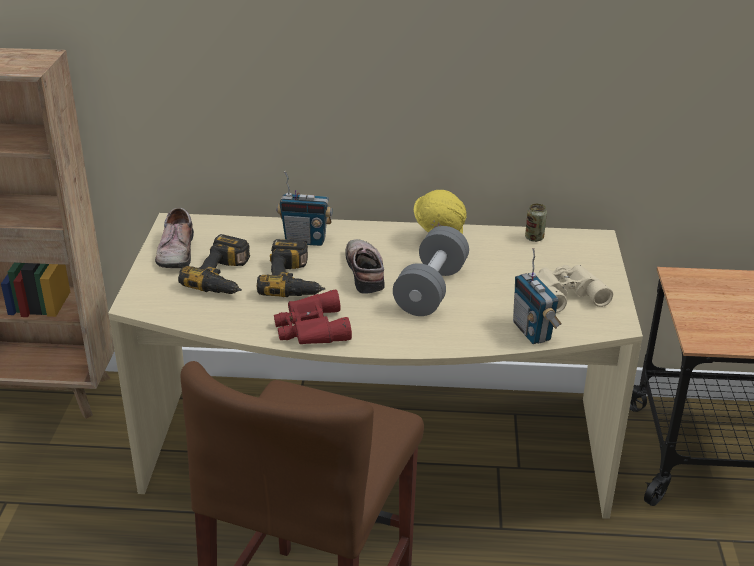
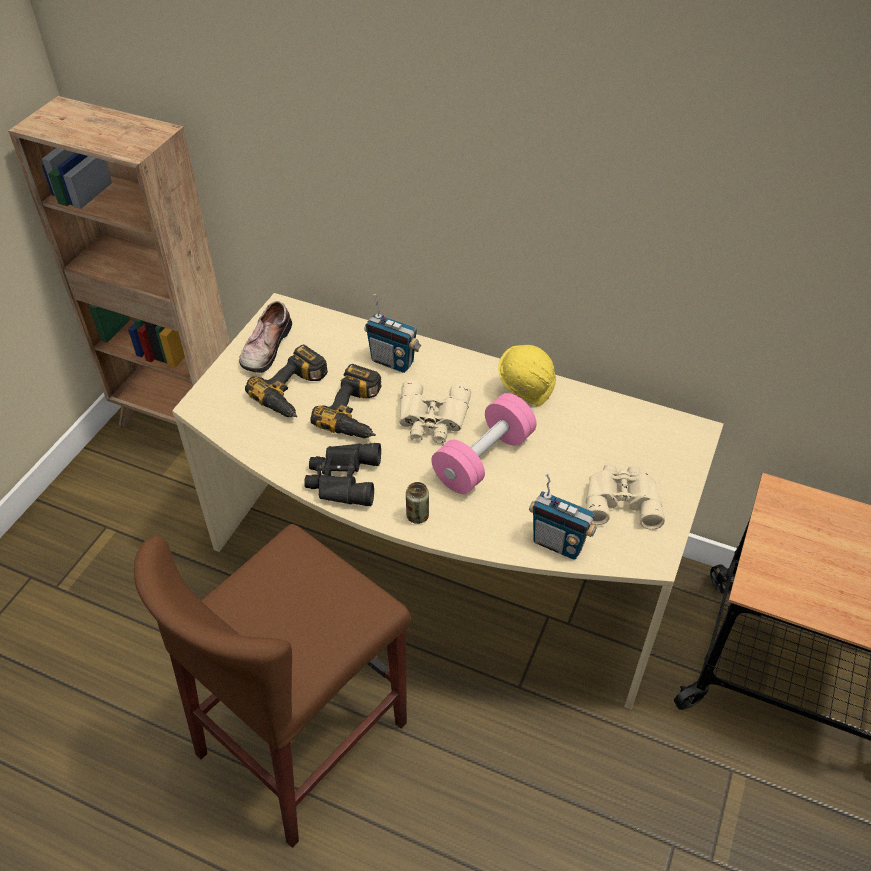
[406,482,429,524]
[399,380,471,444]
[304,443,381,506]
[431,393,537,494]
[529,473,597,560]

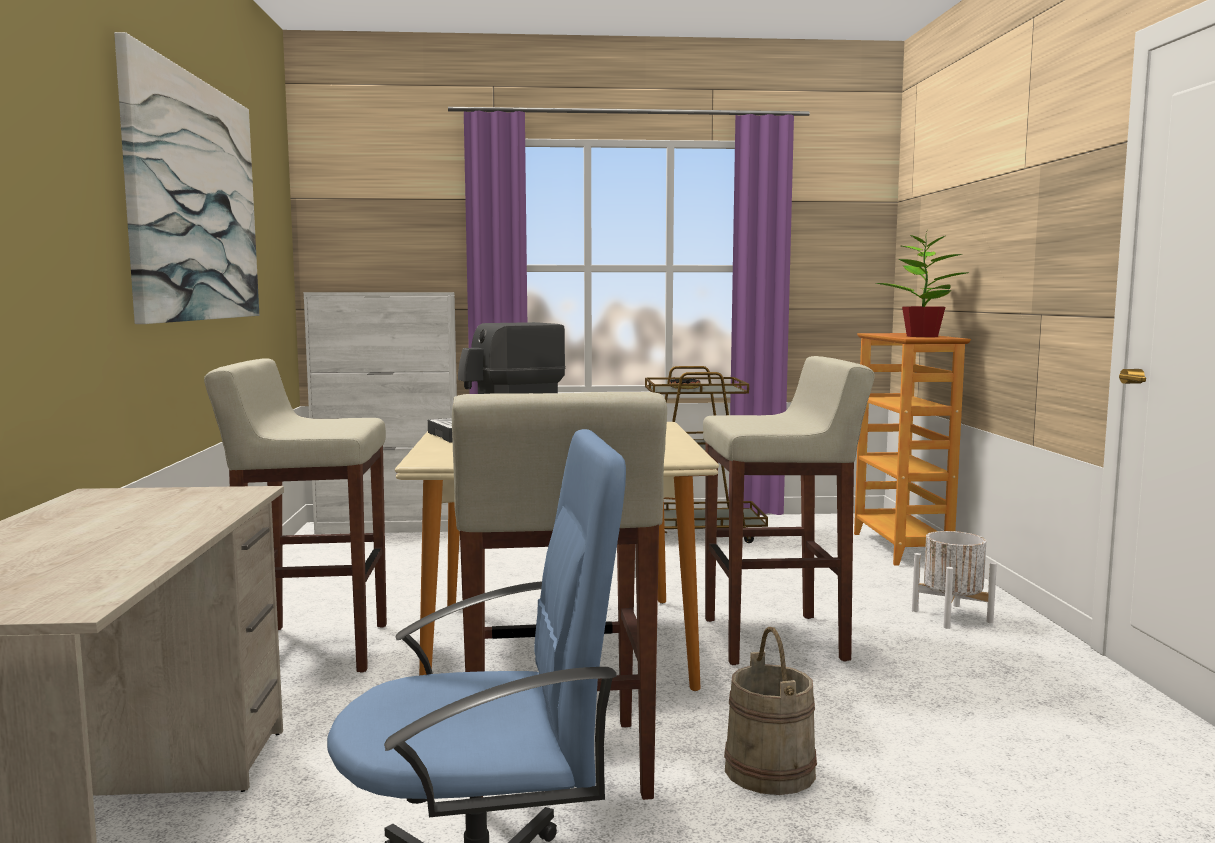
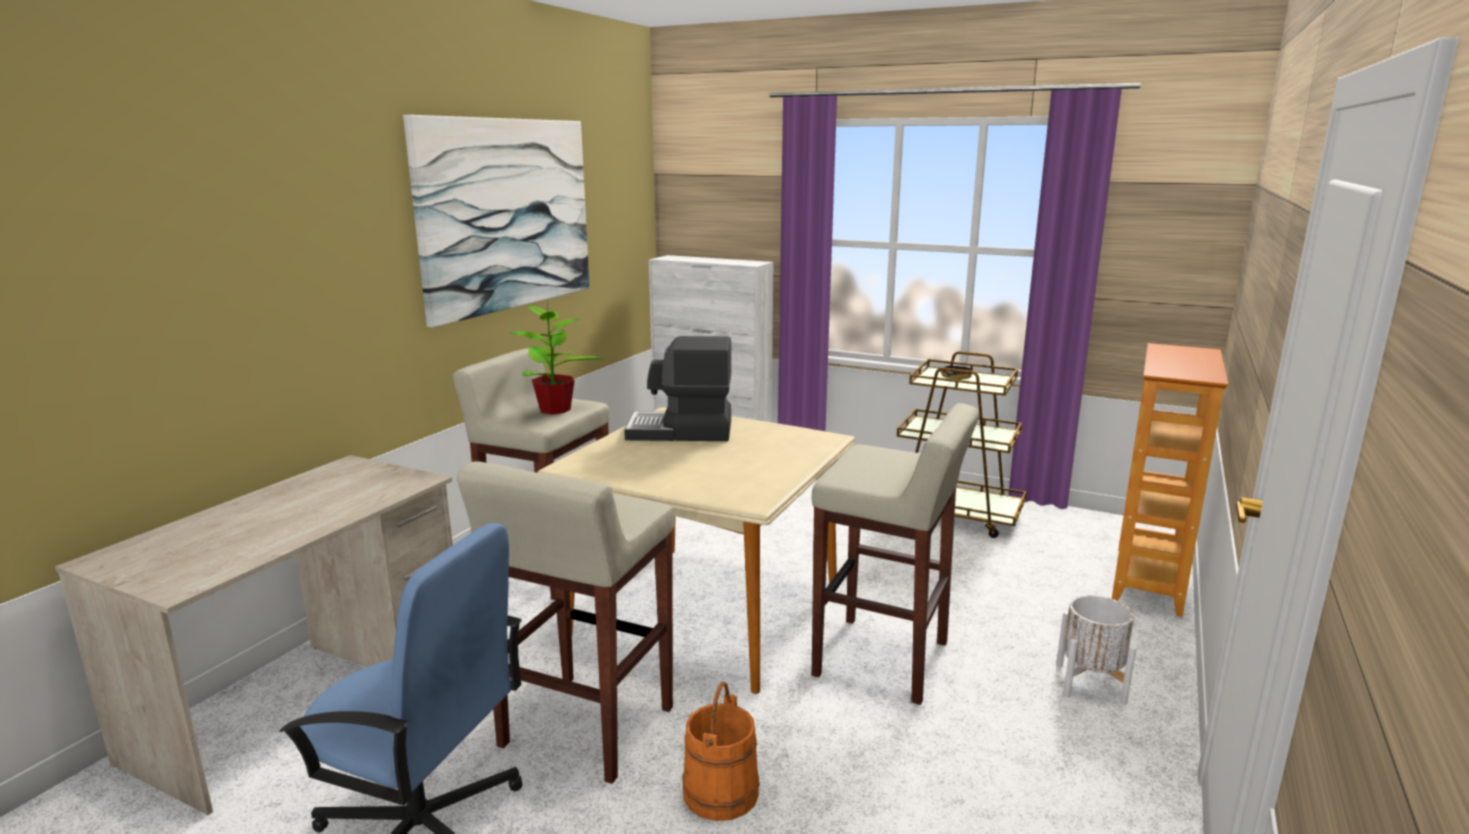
[509,302,604,414]
[682,682,760,821]

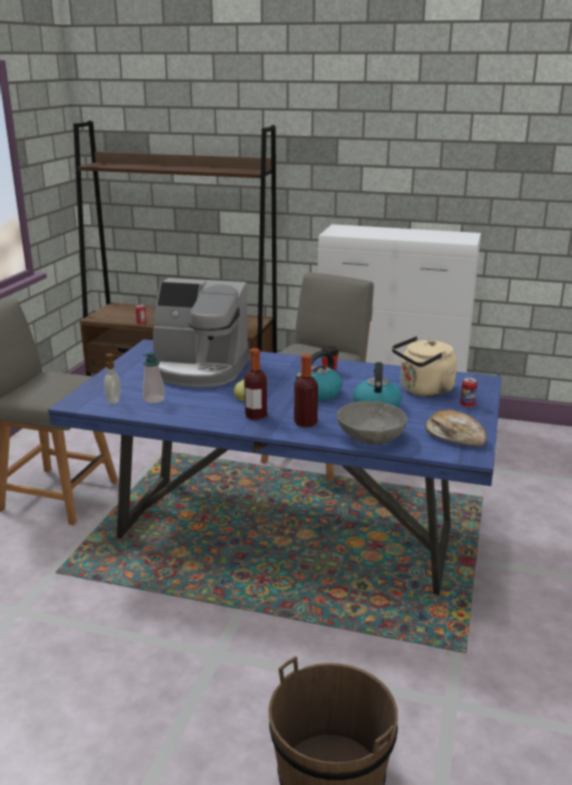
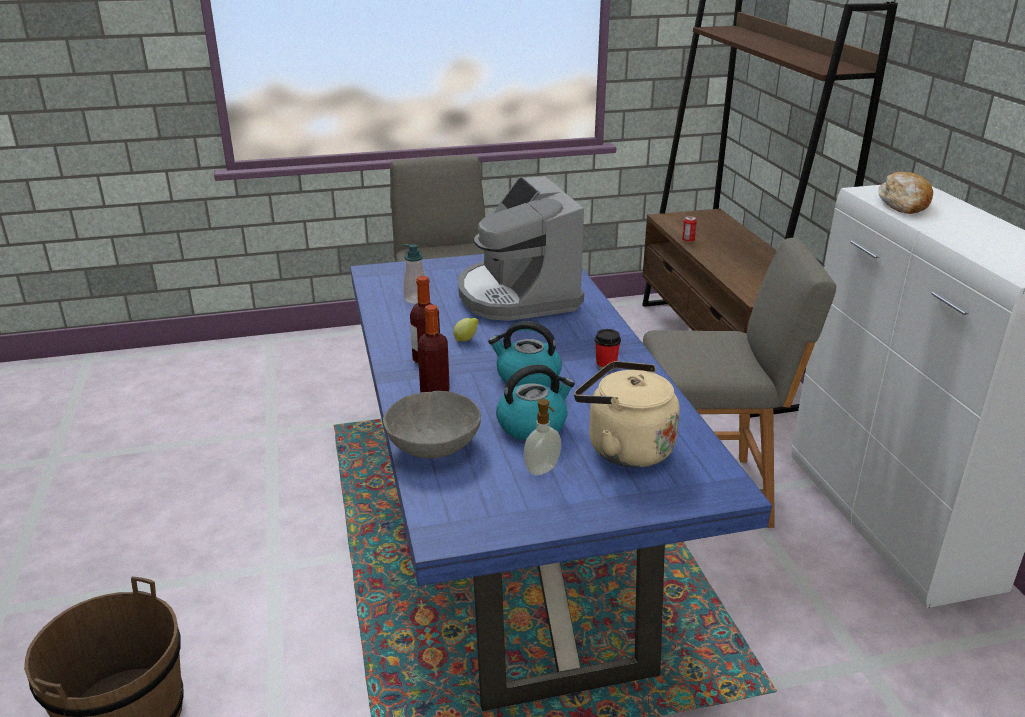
[460,378,477,407] (first image)
[524,399,561,475]
[878,172,933,214]

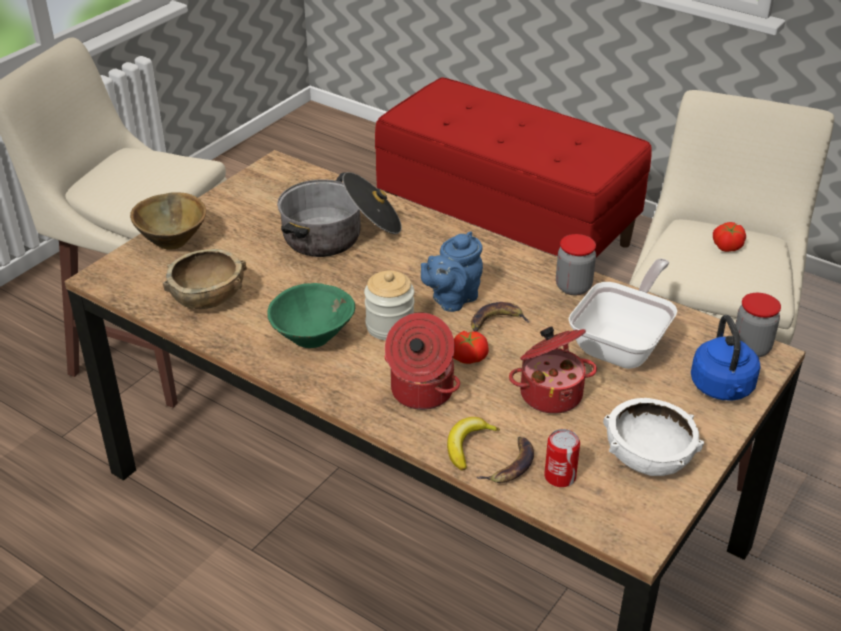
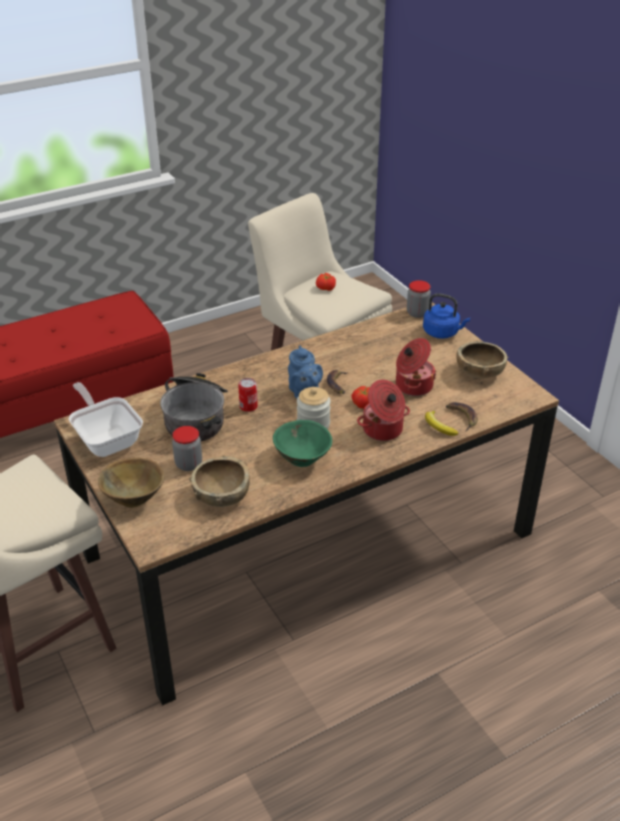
[238,378,258,412]
[172,426,202,471]
[69,382,143,457]
[457,341,508,379]

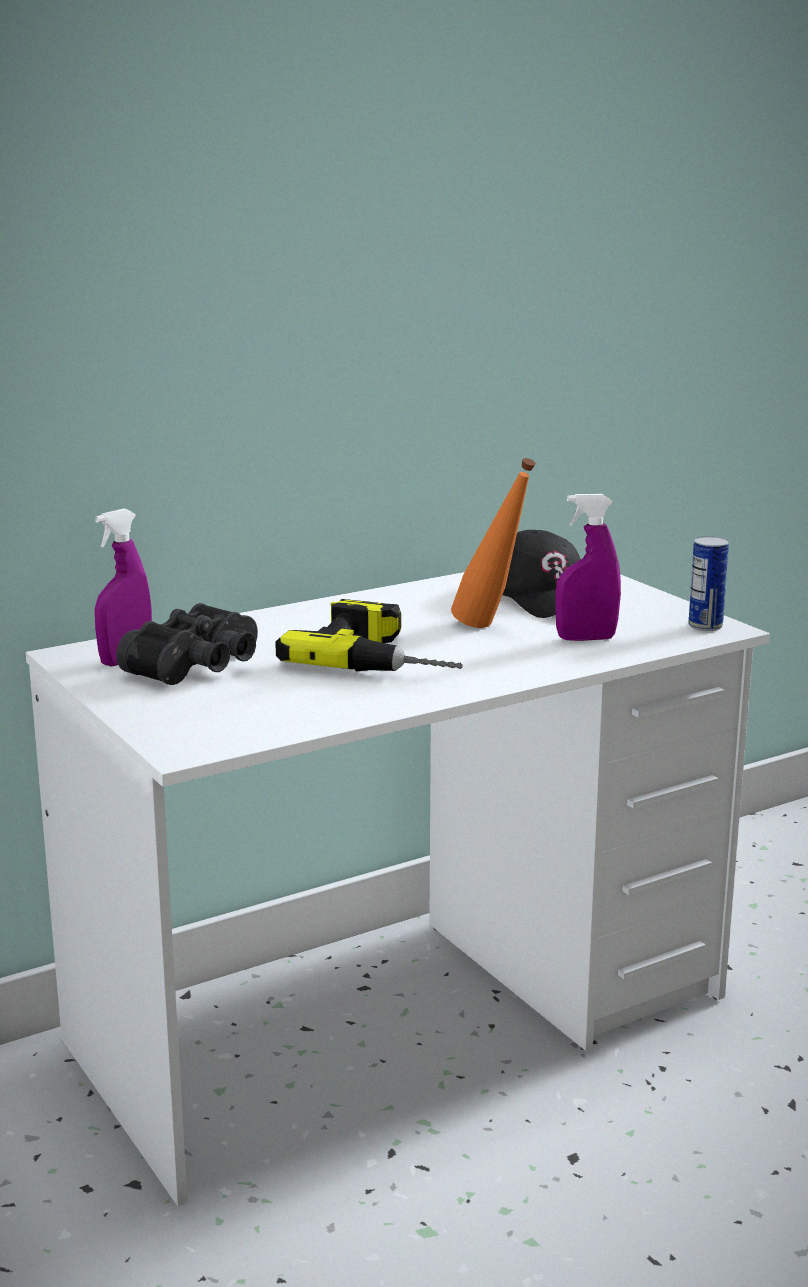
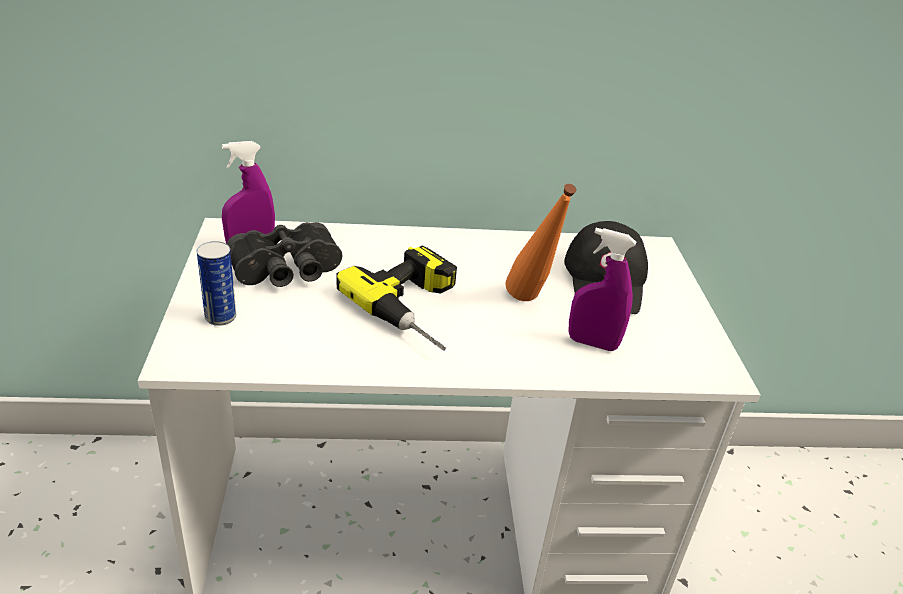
[197,241,236,326]

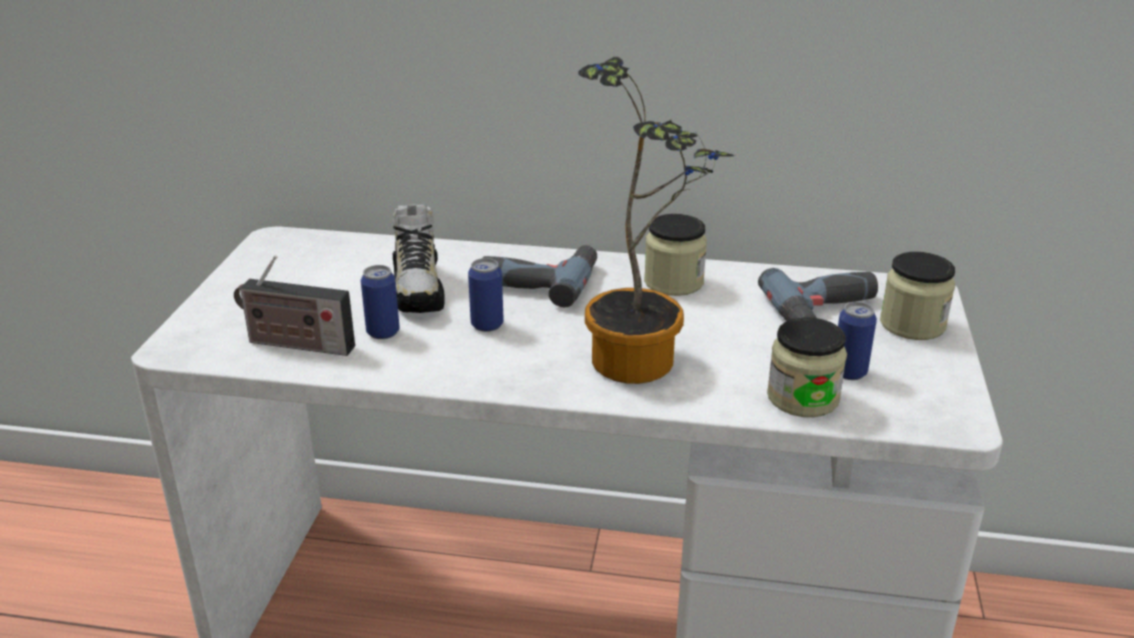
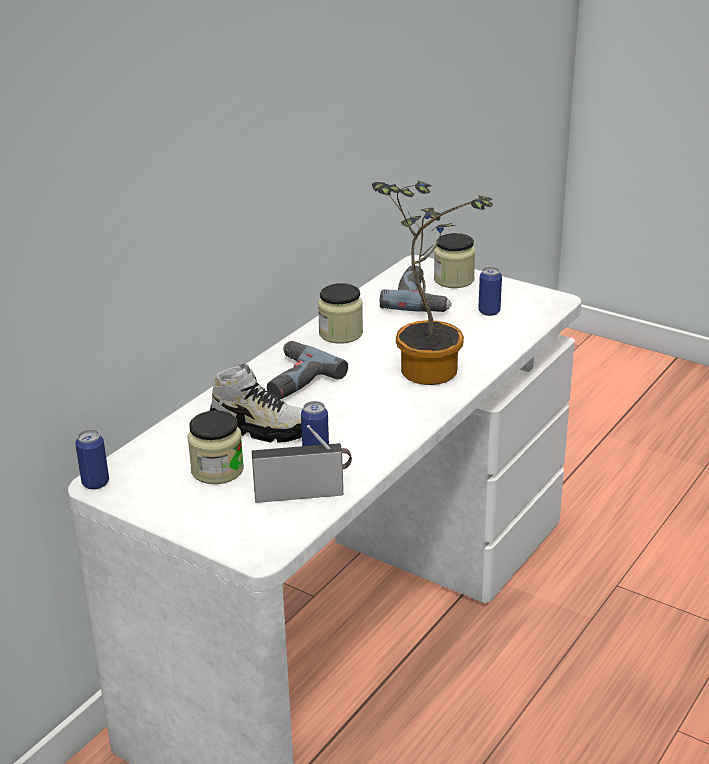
[75,429,109,490]
[187,410,244,484]
[252,425,352,503]

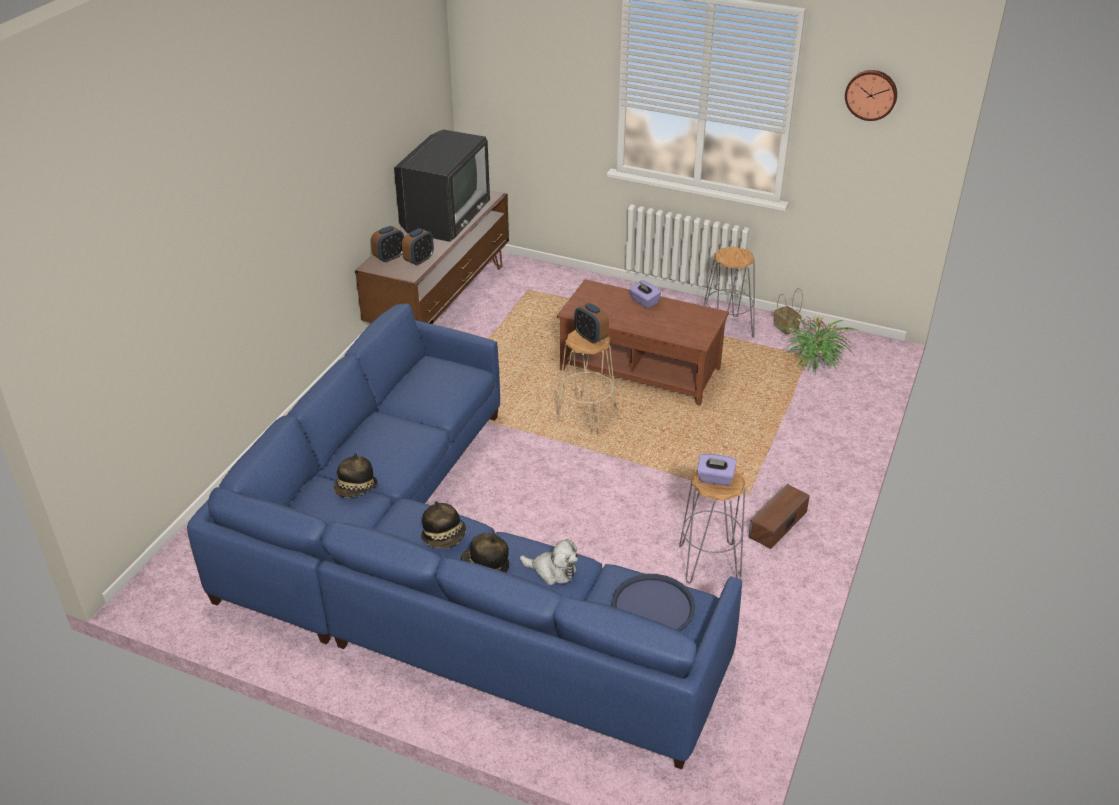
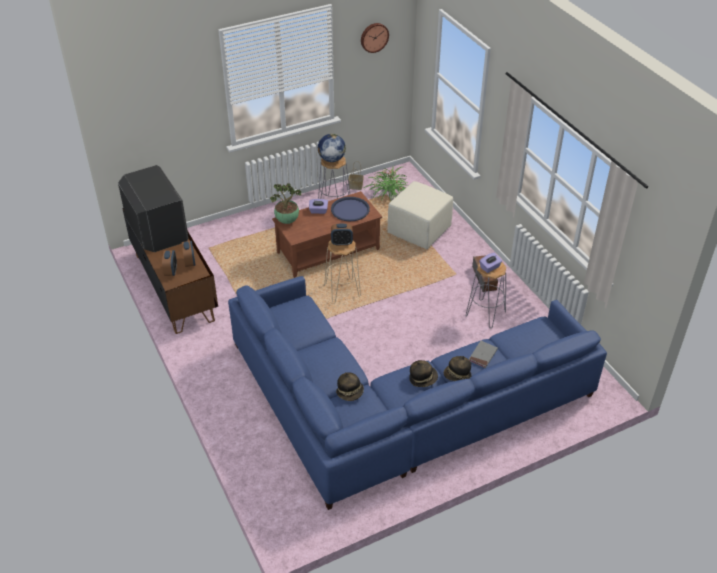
[270,183,302,224]
[318,134,346,162]
[387,181,453,250]
[331,197,370,221]
[469,341,498,368]

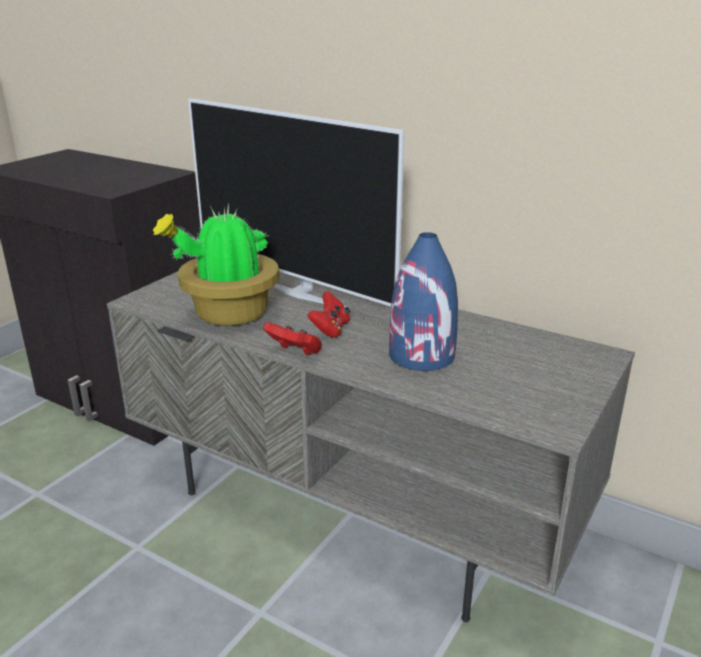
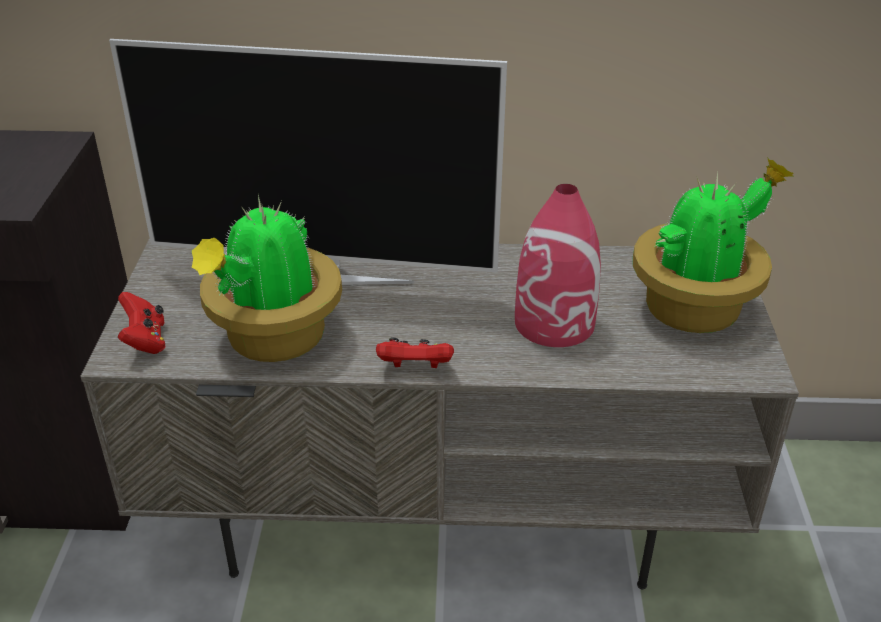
[633,157,793,333]
[118,292,166,354]
[515,184,601,347]

